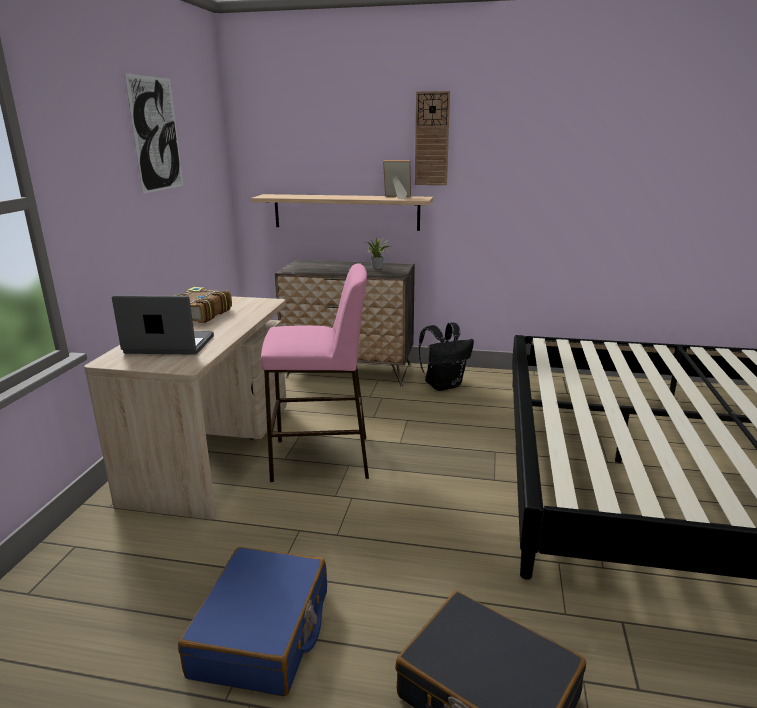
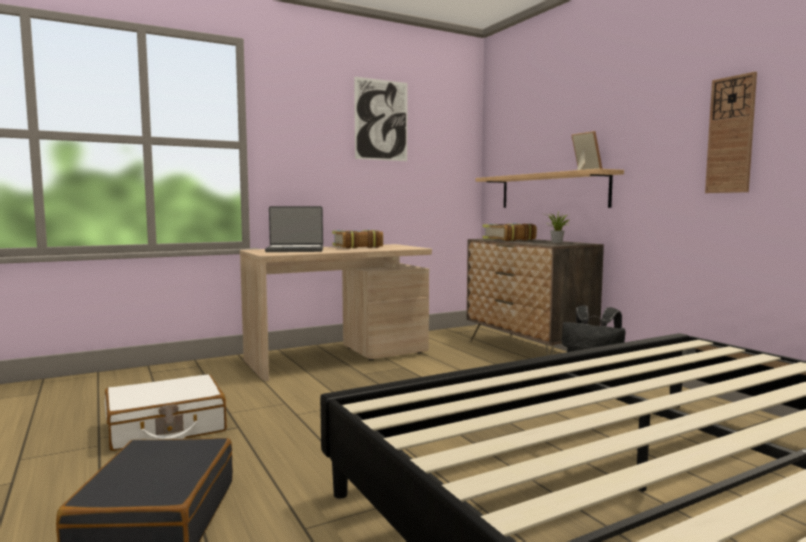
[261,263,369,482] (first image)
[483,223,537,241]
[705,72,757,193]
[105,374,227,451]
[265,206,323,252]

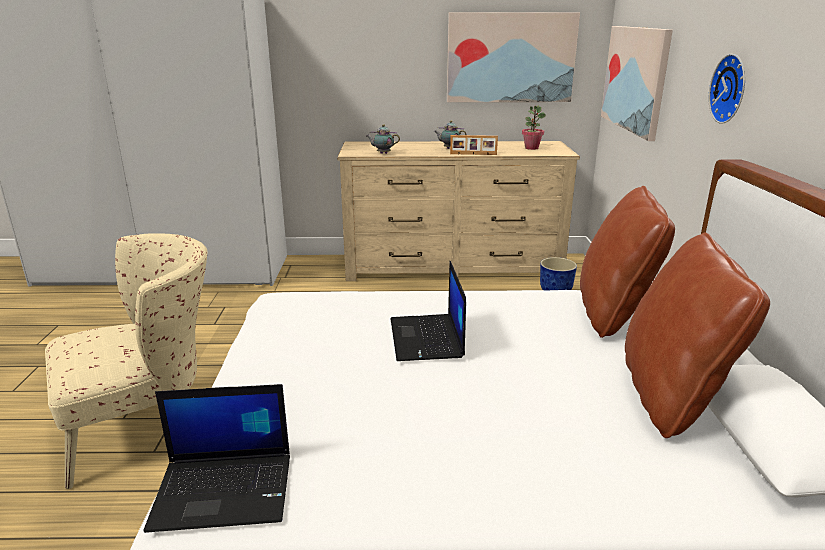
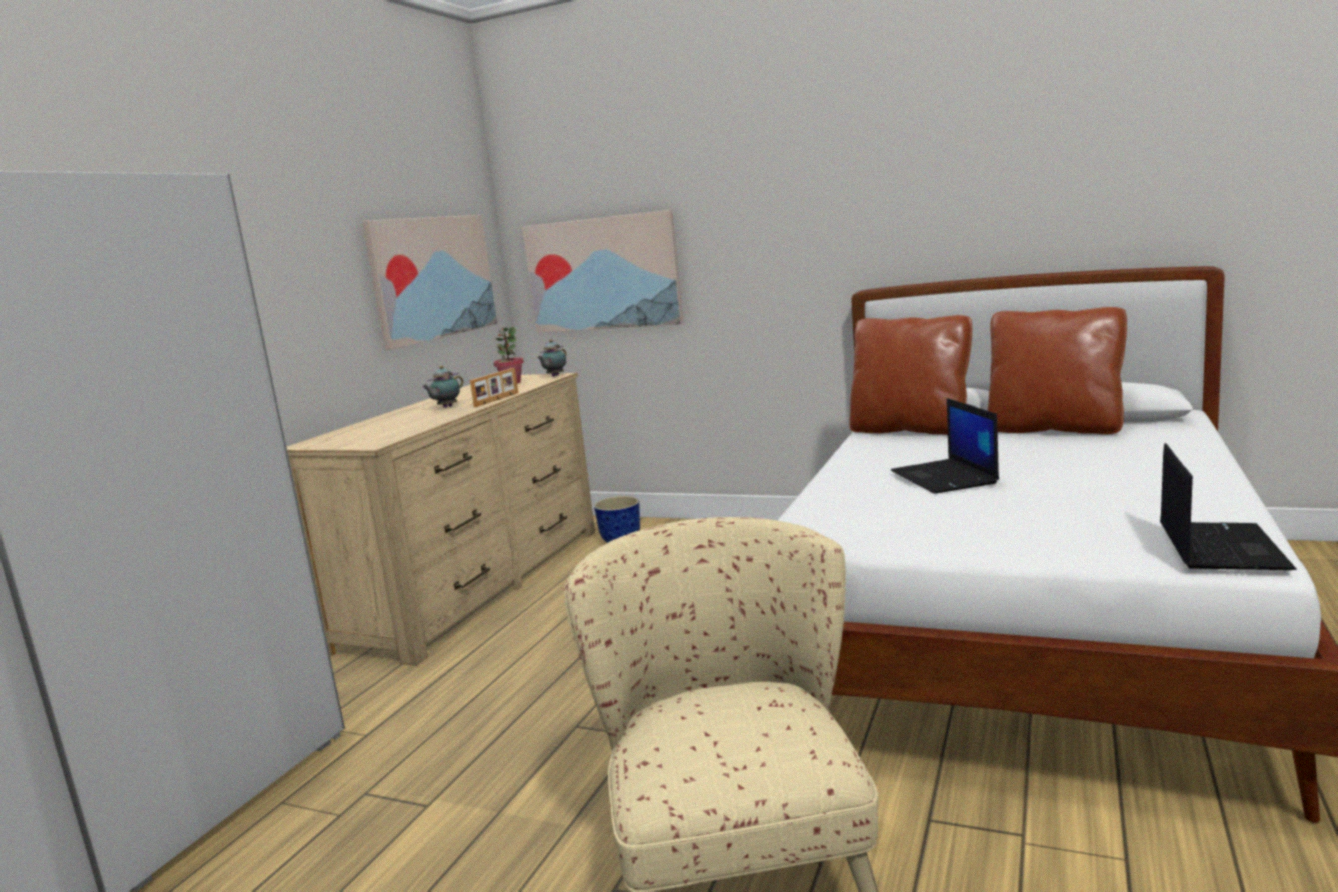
[709,54,745,124] (first image)
[537,340,566,377]
[891,398,999,494]

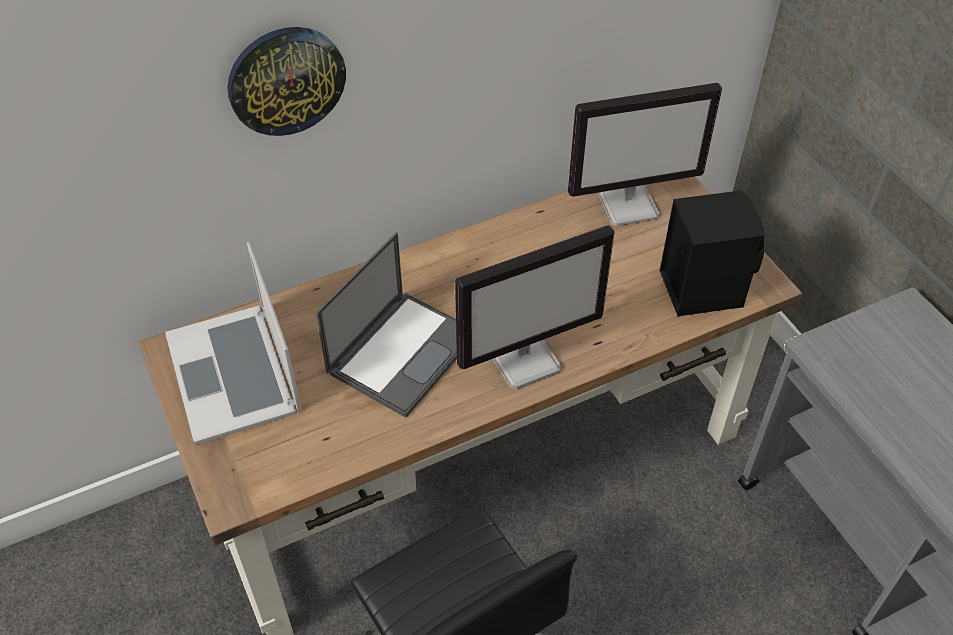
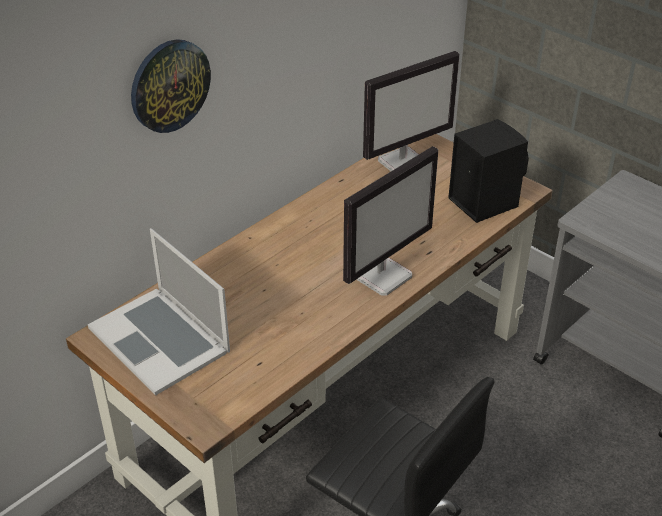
[316,232,457,418] (first image)

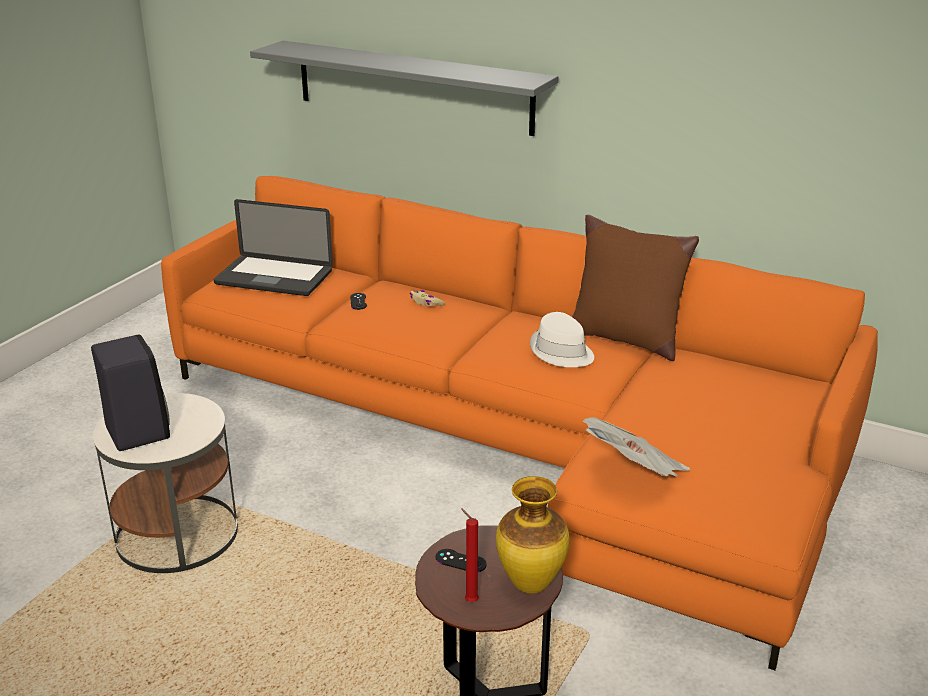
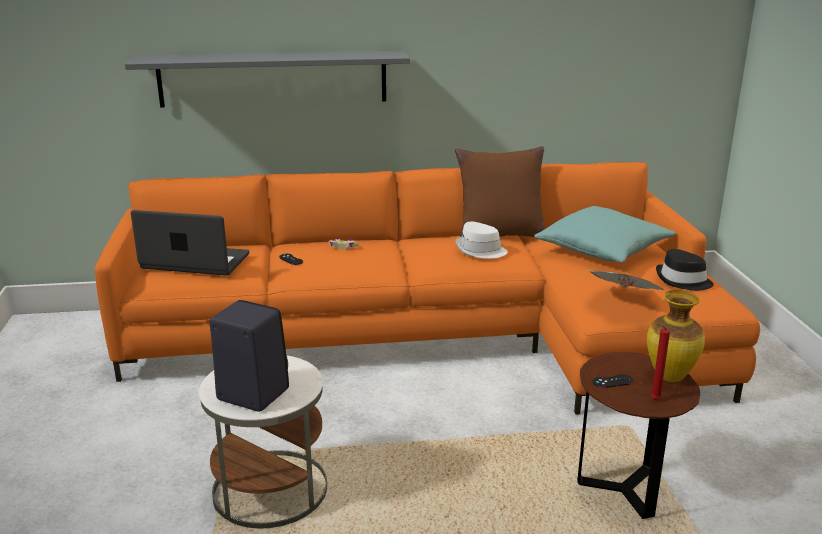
[534,206,676,263]
[656,249,714,291]
[131,210,249,276]

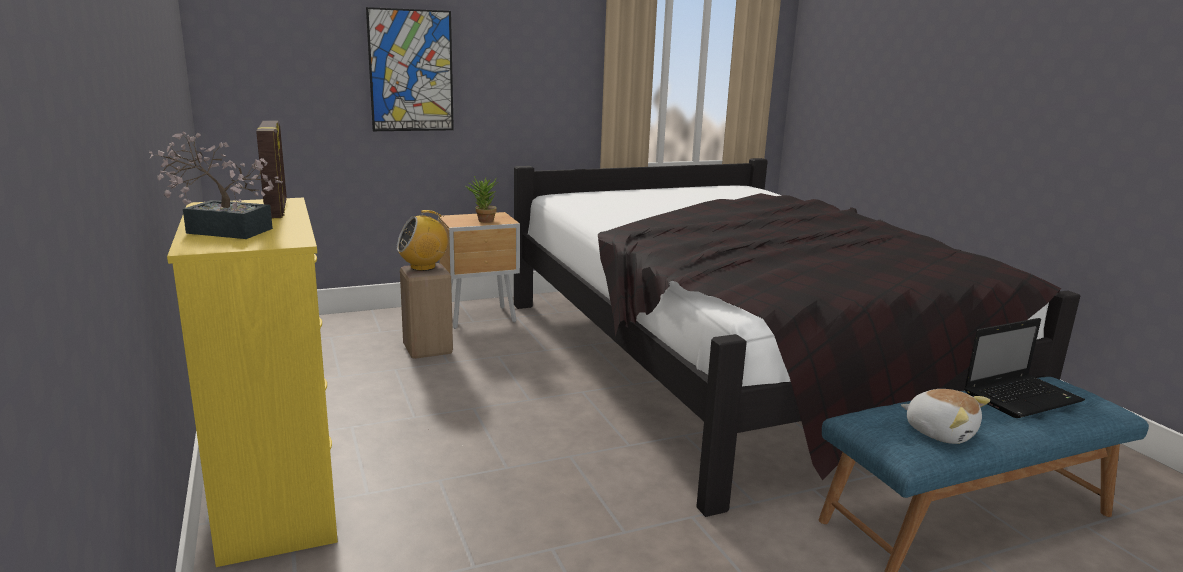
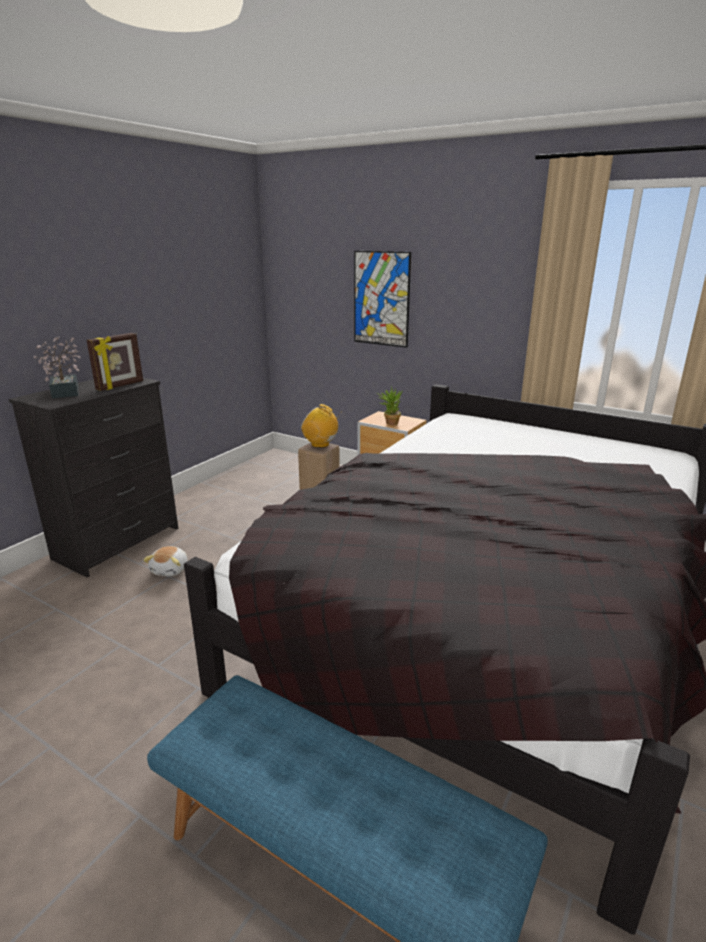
[964,318,1085,418] (first image)
[143,546,188,576]
[9,378,178,578]

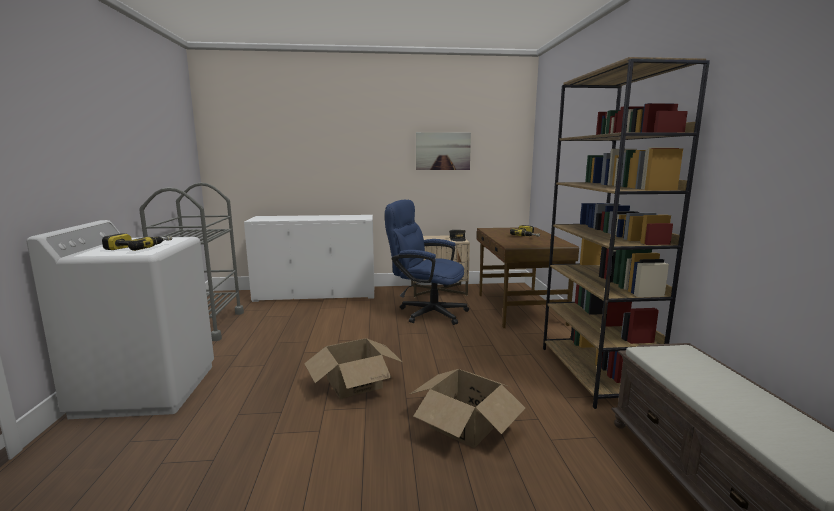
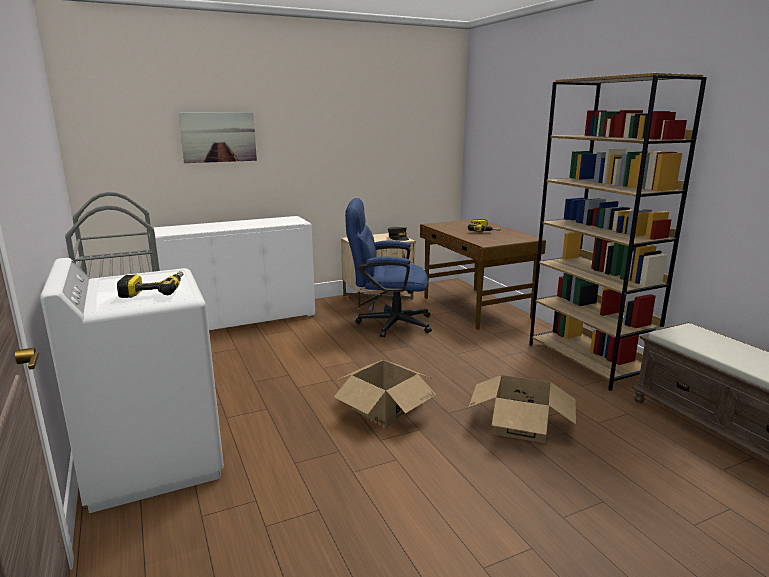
[178,112,257,163]

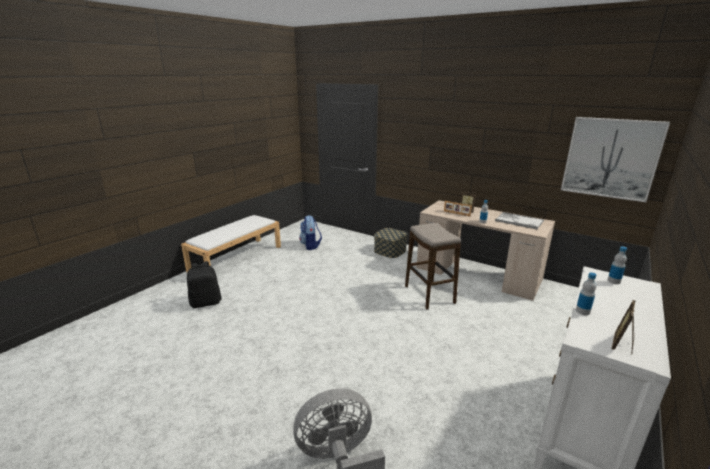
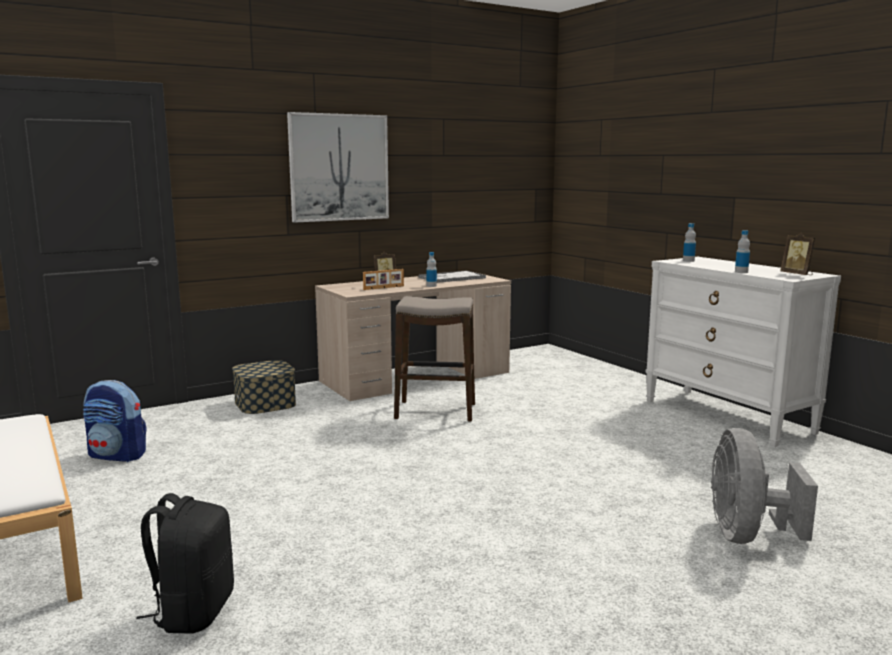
[287,112,389,223]

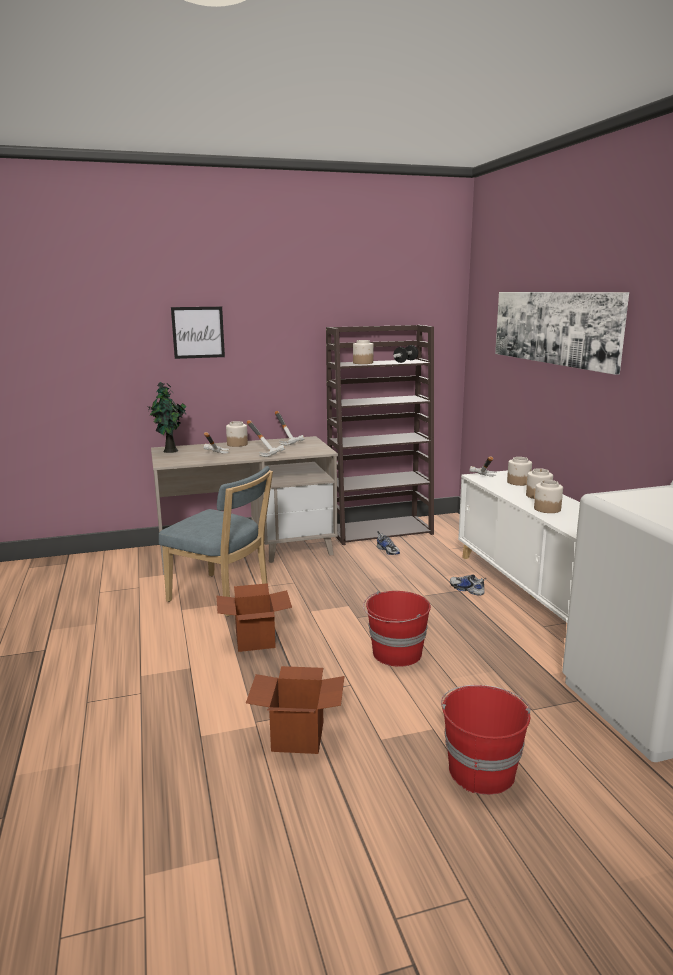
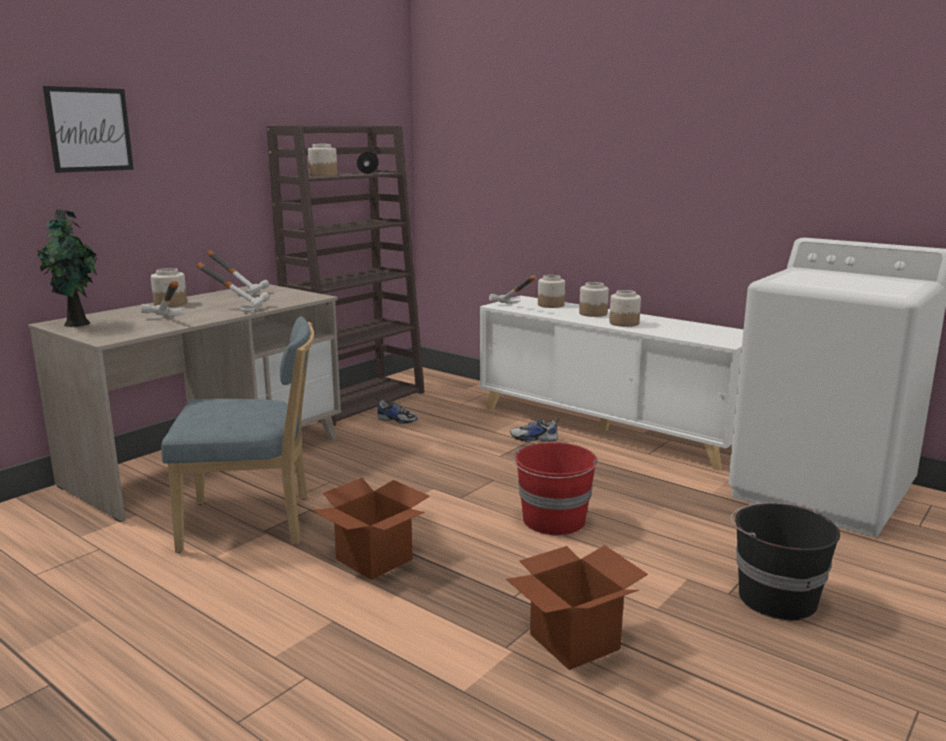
[495,292,629,375] (first image)
[731,503,840,621]

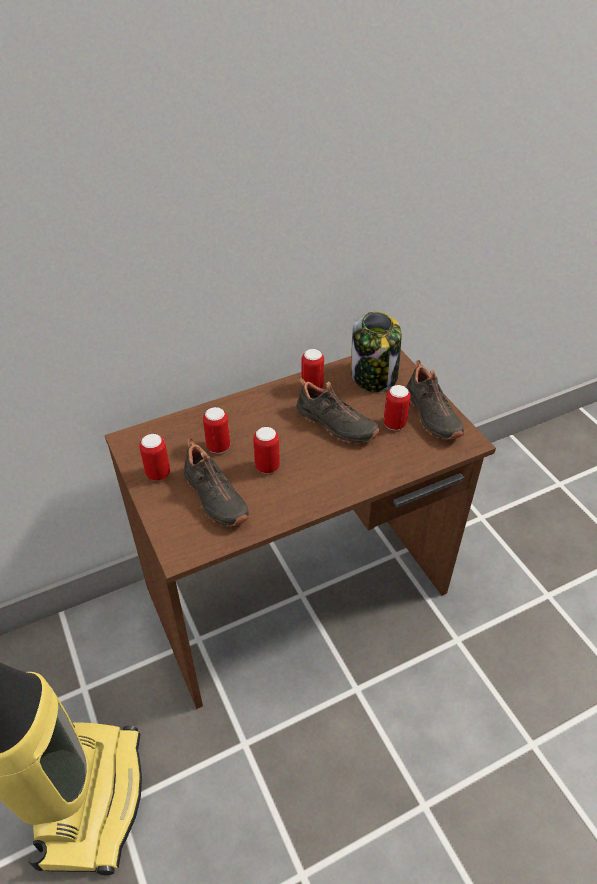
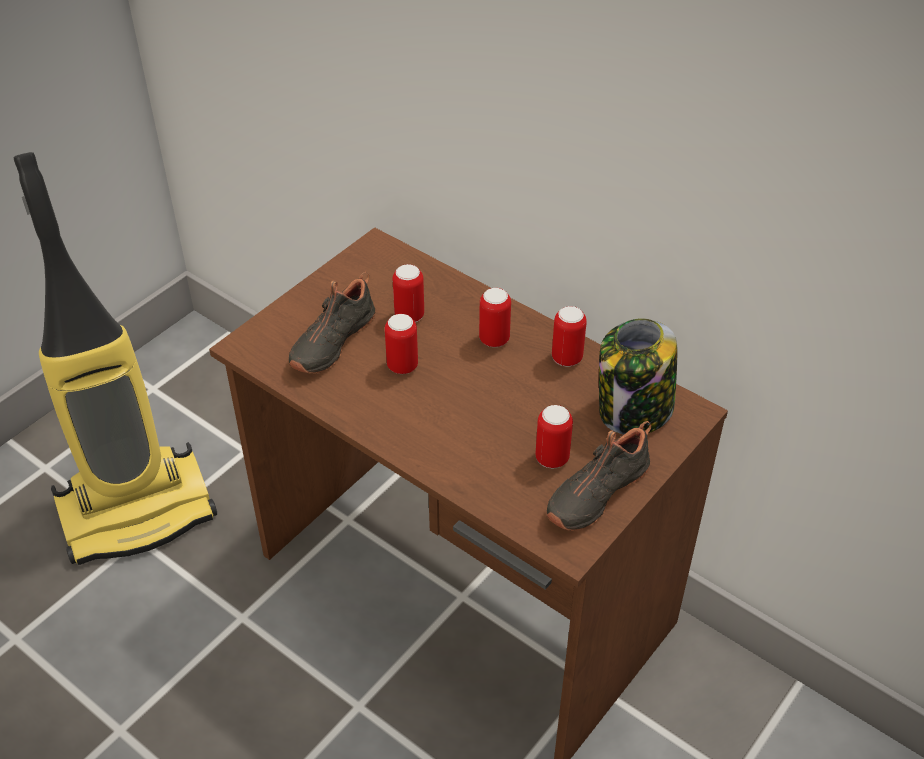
[296,378,380,444] (first image)
[479,288,511,347]

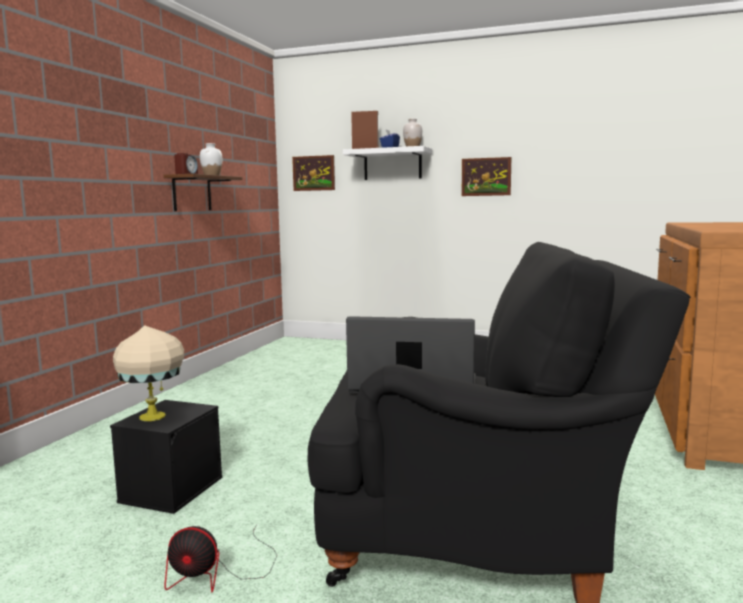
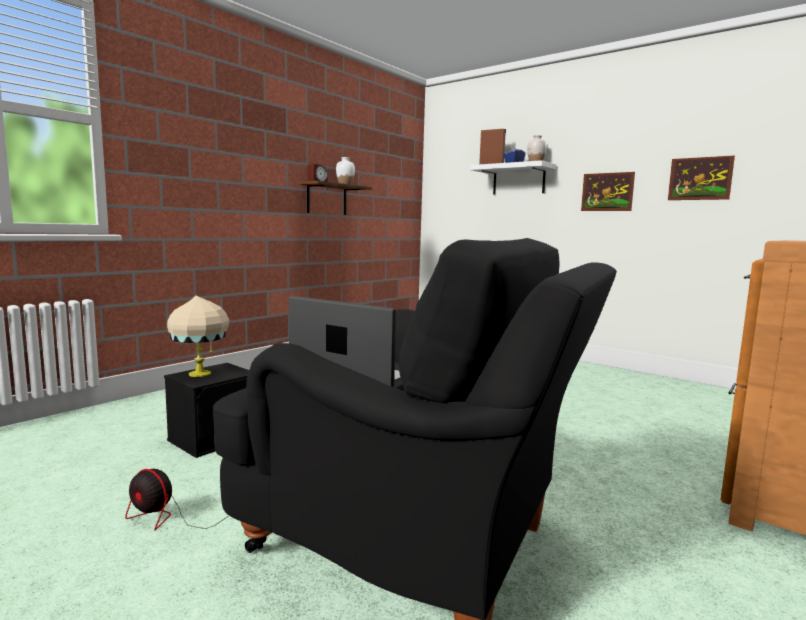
[668,155,735,200]

